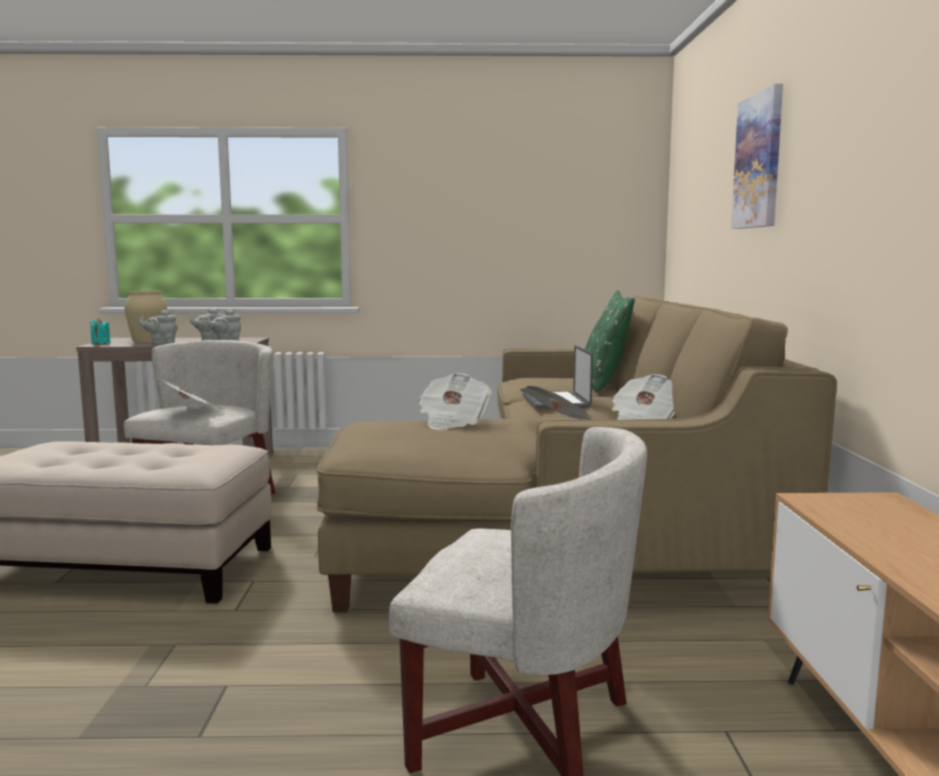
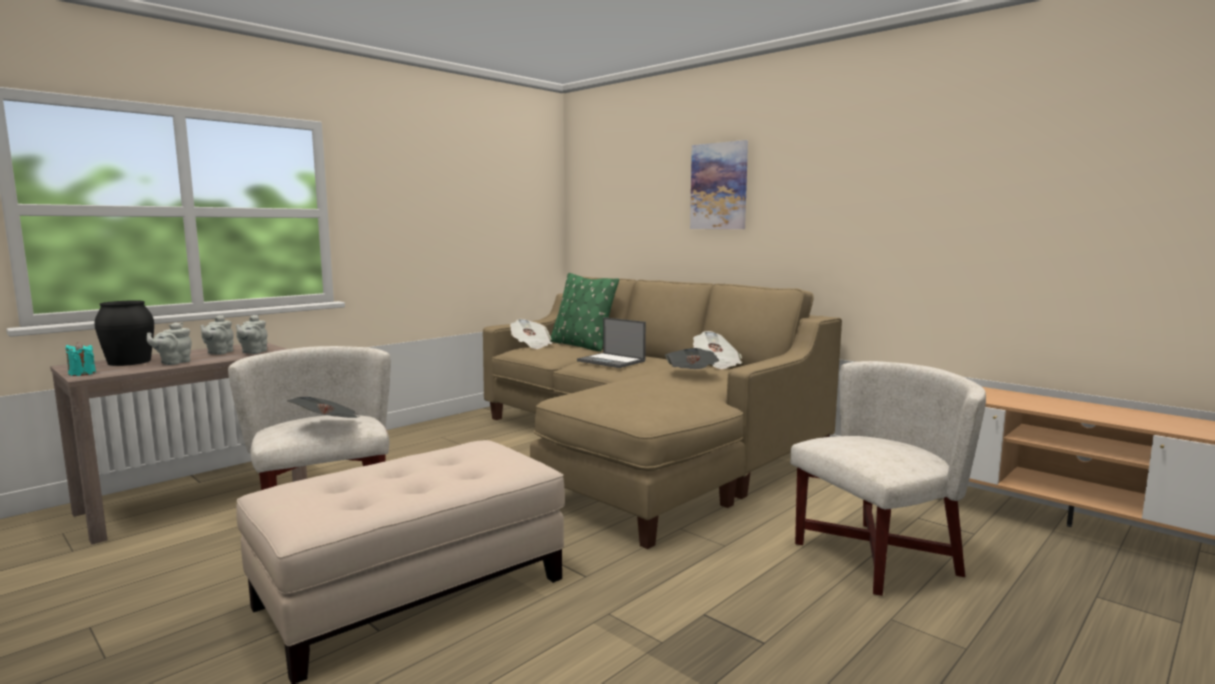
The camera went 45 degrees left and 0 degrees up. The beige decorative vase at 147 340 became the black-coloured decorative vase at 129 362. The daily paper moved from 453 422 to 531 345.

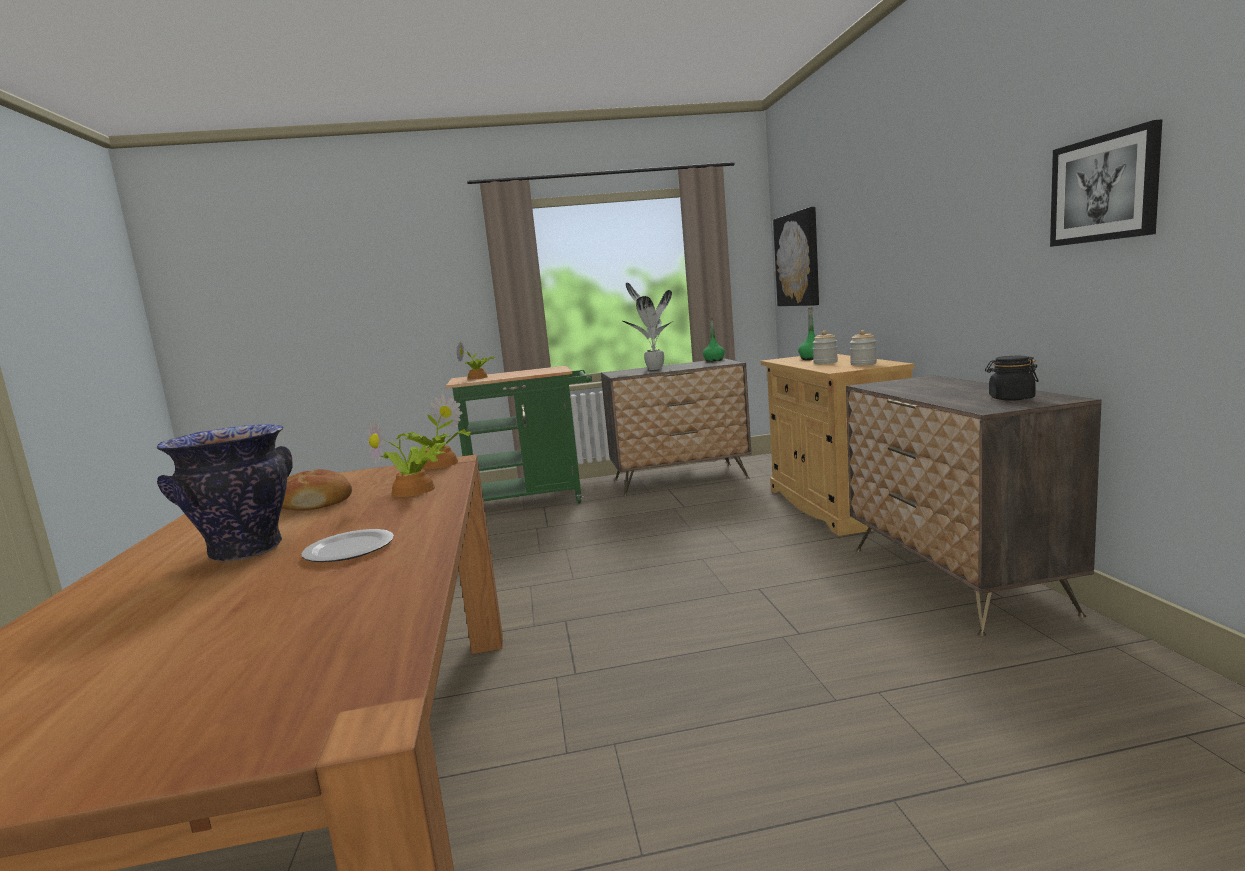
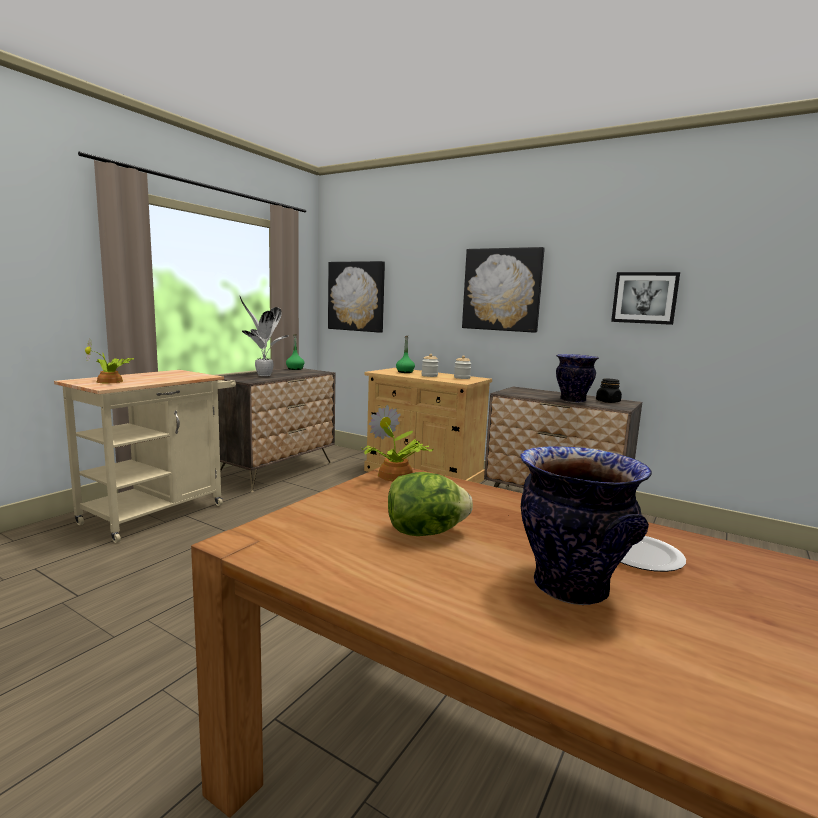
The camera went 50 degrees left and 0 degrees up. The green-coloured wheeled cart at 534 500 became the beige wheeled cart at 161 511. The plant in a pot at 416 490 disappeared. The bread at 314 503 was replaced by the lettuce at 425 532. The wall art at 502 290 appeared. The decorative vase at 572 401 appeared.

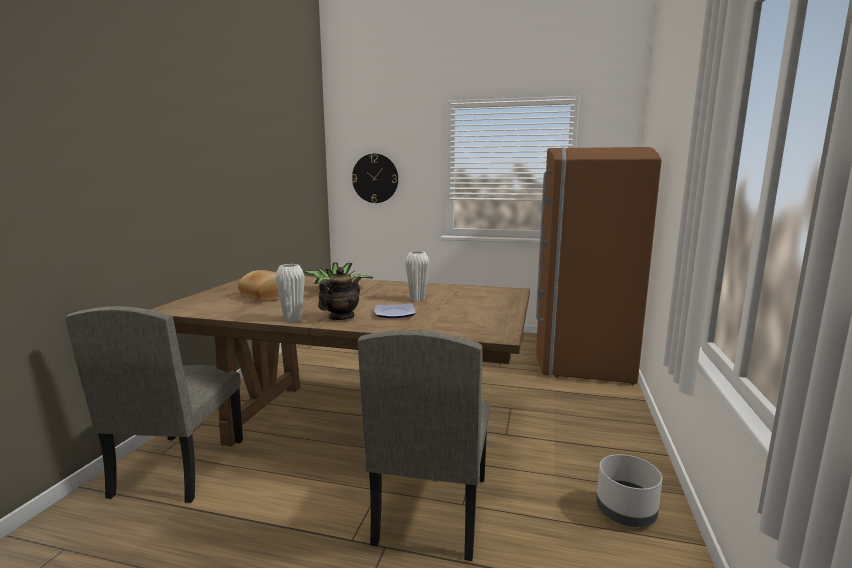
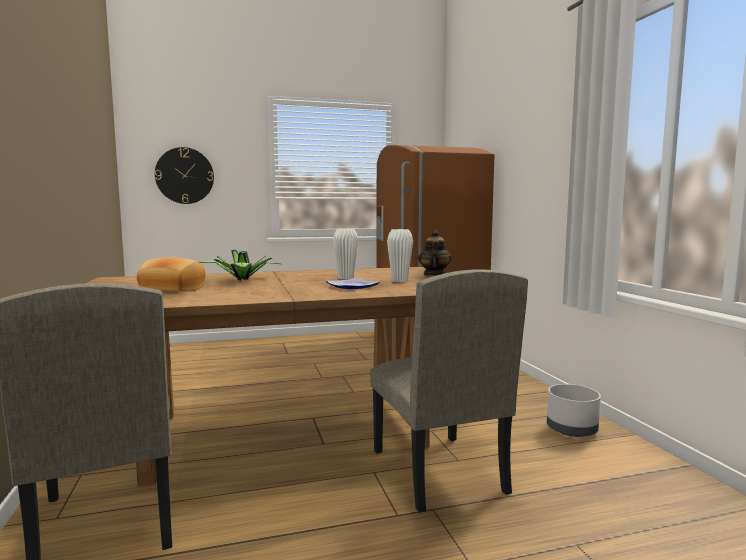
The camera went 30 degrees left and 5 degrees down. The whitish decorative vase moved from 292 319 to 399 281. The teapot moved from 341 317 to 434 274.

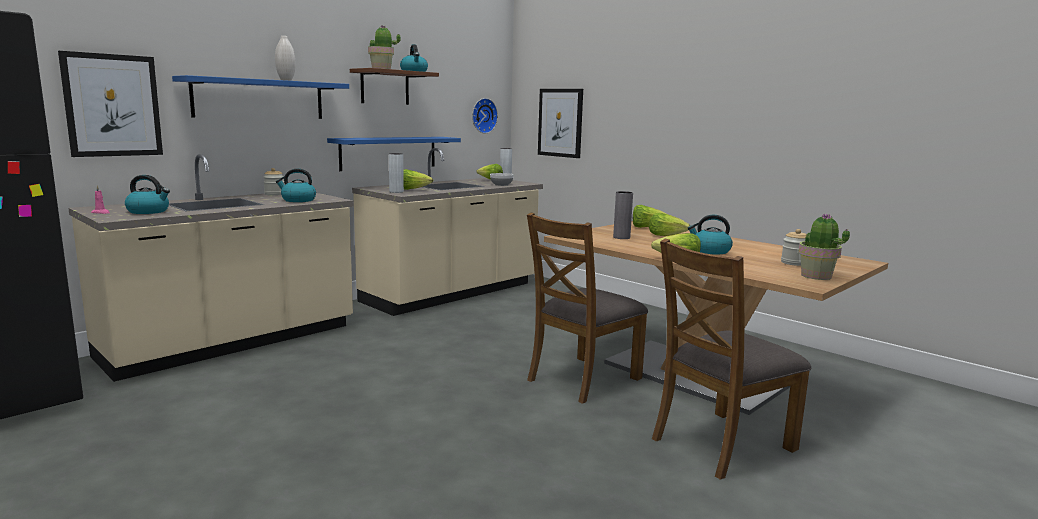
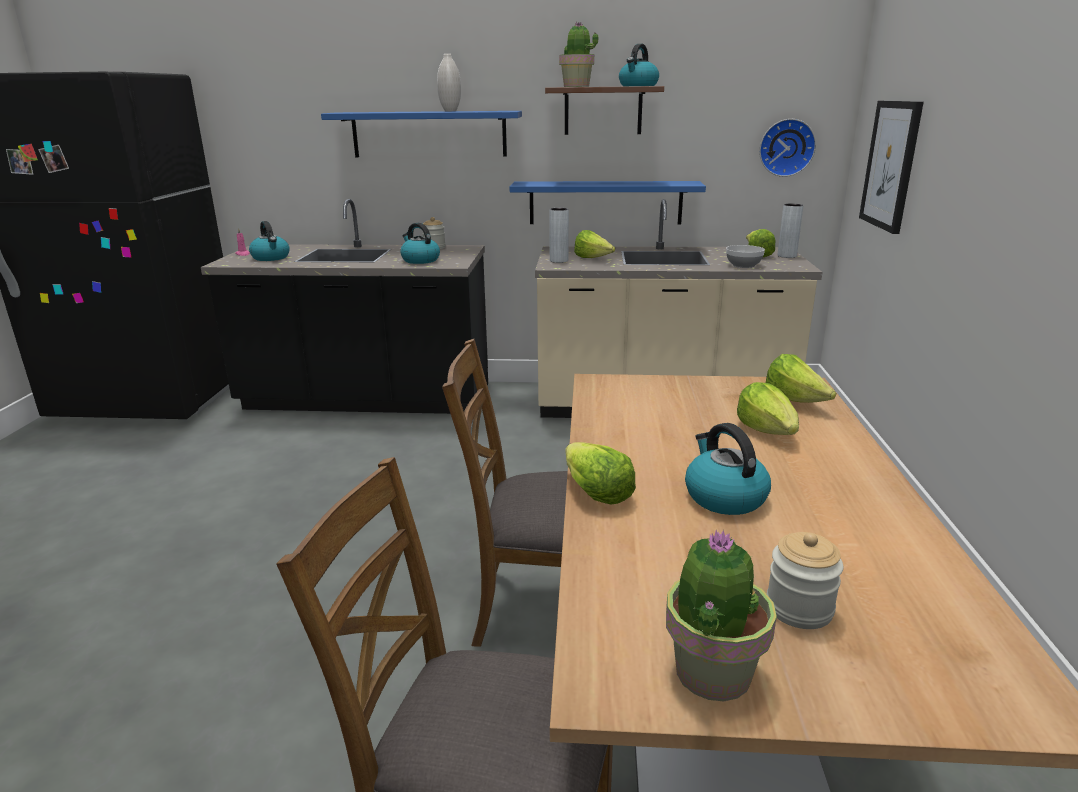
The camera went 50 degrees right and 10 degrees up. The wall art at 112 105 disappeared. The beige counter at 232 342 became the black-coloured counter at 367 399. The grey decorative vase at 621 237 disappeared.

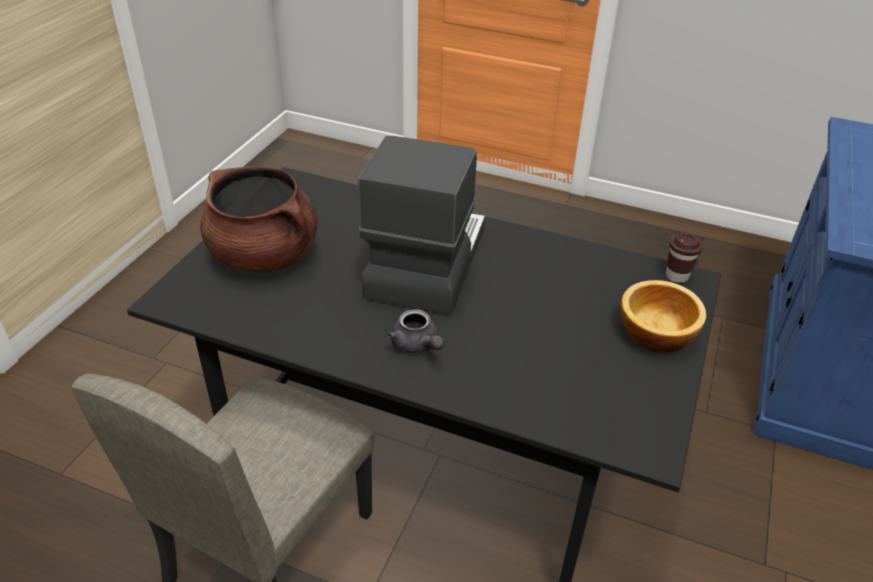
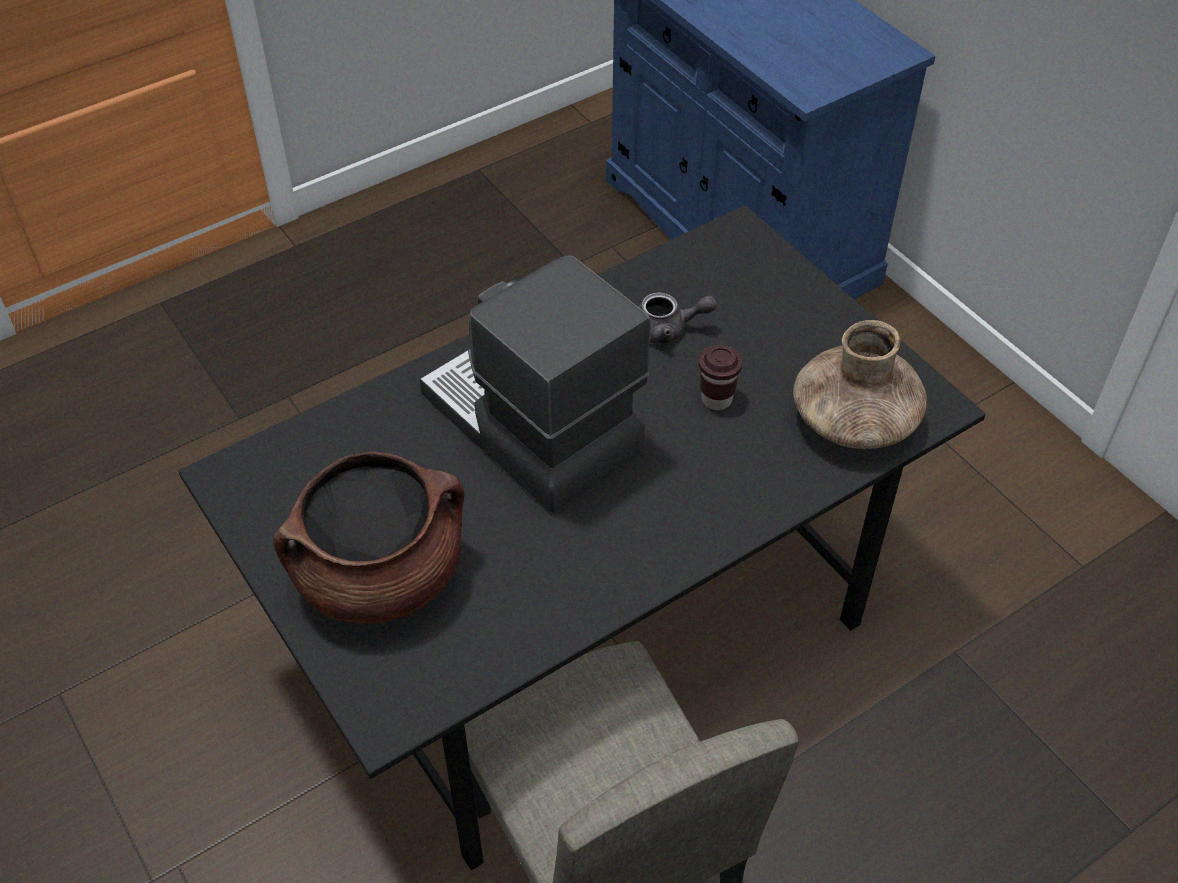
The camera went 55 degrees left and 10 degrees up. The brown small cup moved from 676 276 to 716 399. The bowl at 655 332 disappeared. The grey teapot moved from 417 345 to 668 330. The brown decorative vase at 854 420 appeared.

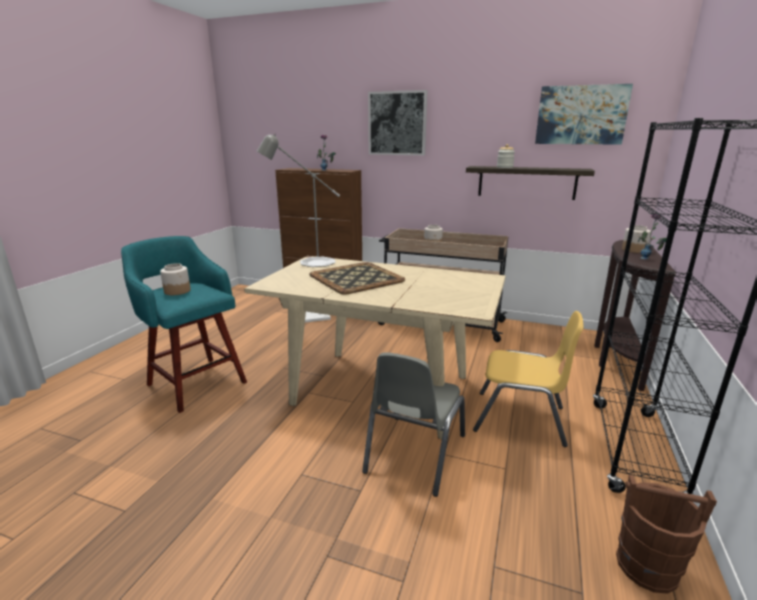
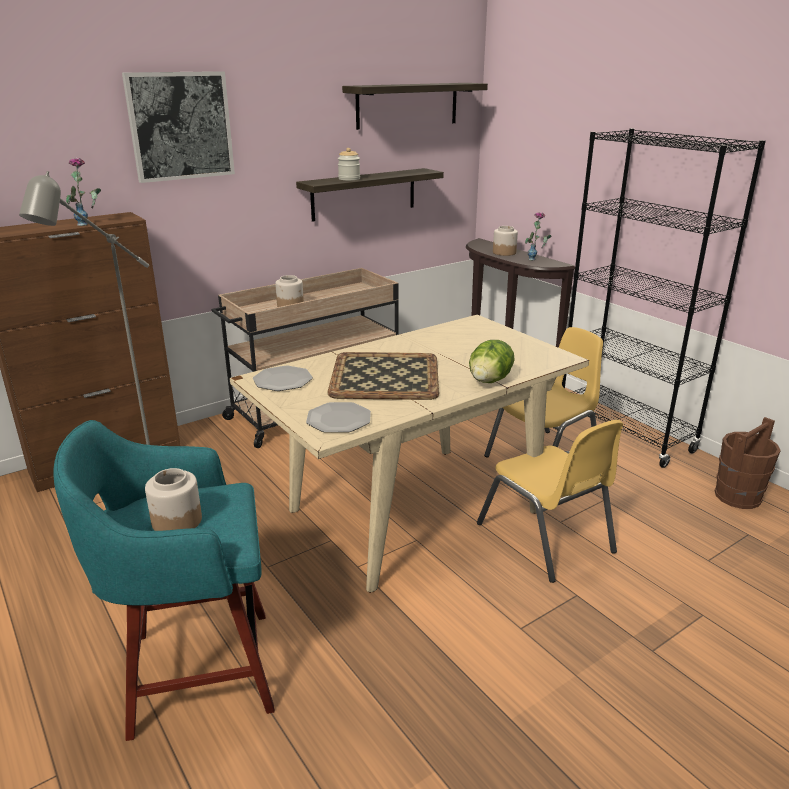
The camera went 55 degrees left and 5 degrees up. The wall art at 581 115 was replaced by the wall shelf at 407 105. The grey plain chair at 414 453 became the yellowish plain chair at 545 538. The lettuce at 489 381 appeared. The dinner plate at 338 419 appeared.

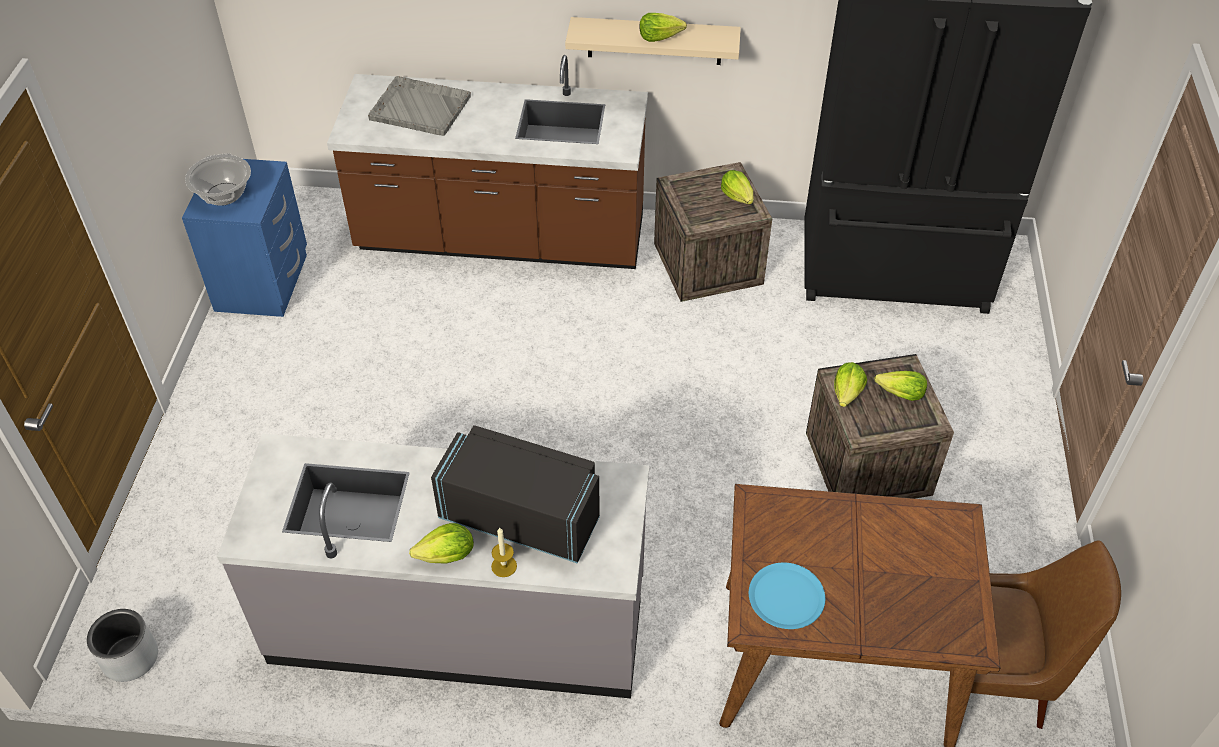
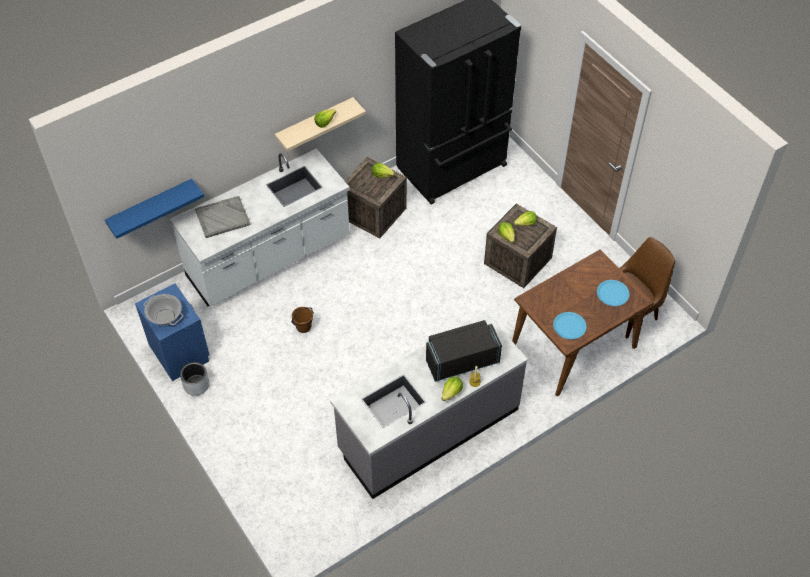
The camera went 40 degrees left and 5 degrees up. The brown counter at 501 238 became the whitish counter at 269 258. The grey flower pot moved from 130 657 to 196 385. The bluish wall shelf at 151 207 appeared. The bluish dinner plate at 612 293 appeared. The brown pail at 304 327 appeared.

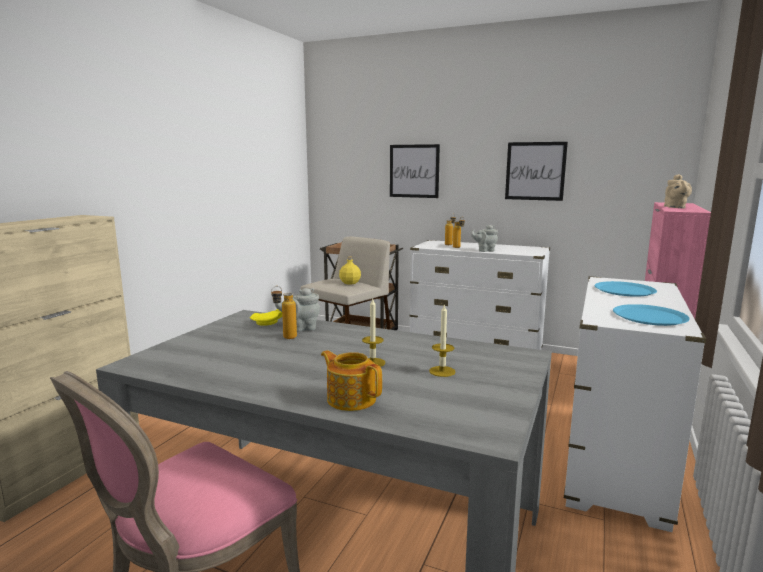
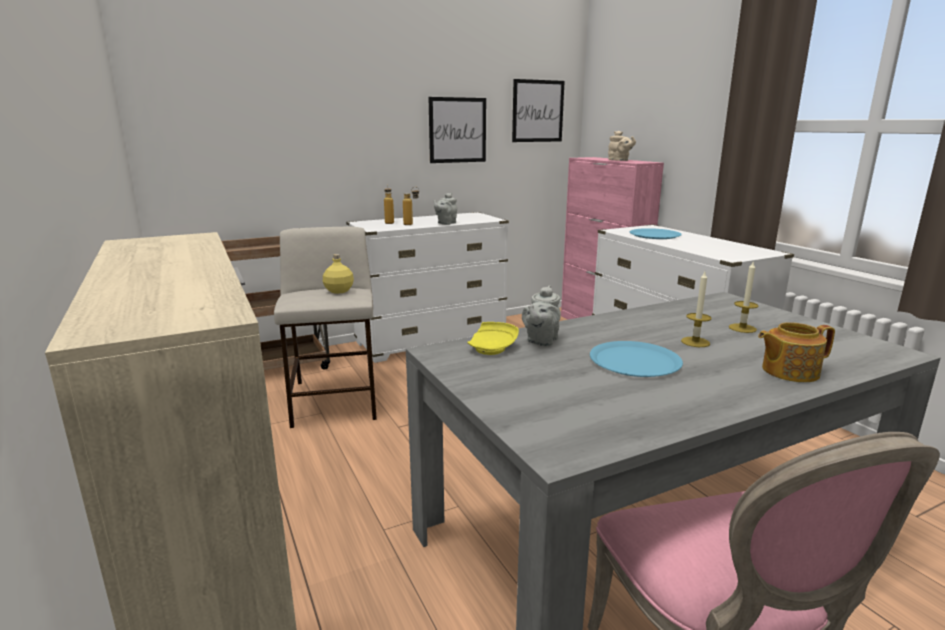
The camera went 50 degrees left and 5 degrees up. The wall art moved from 414 171 to 537 111. The beverage bottle at 285 338 disappeared. The bluish dinner plate moved from 649 316 to 634 361.

